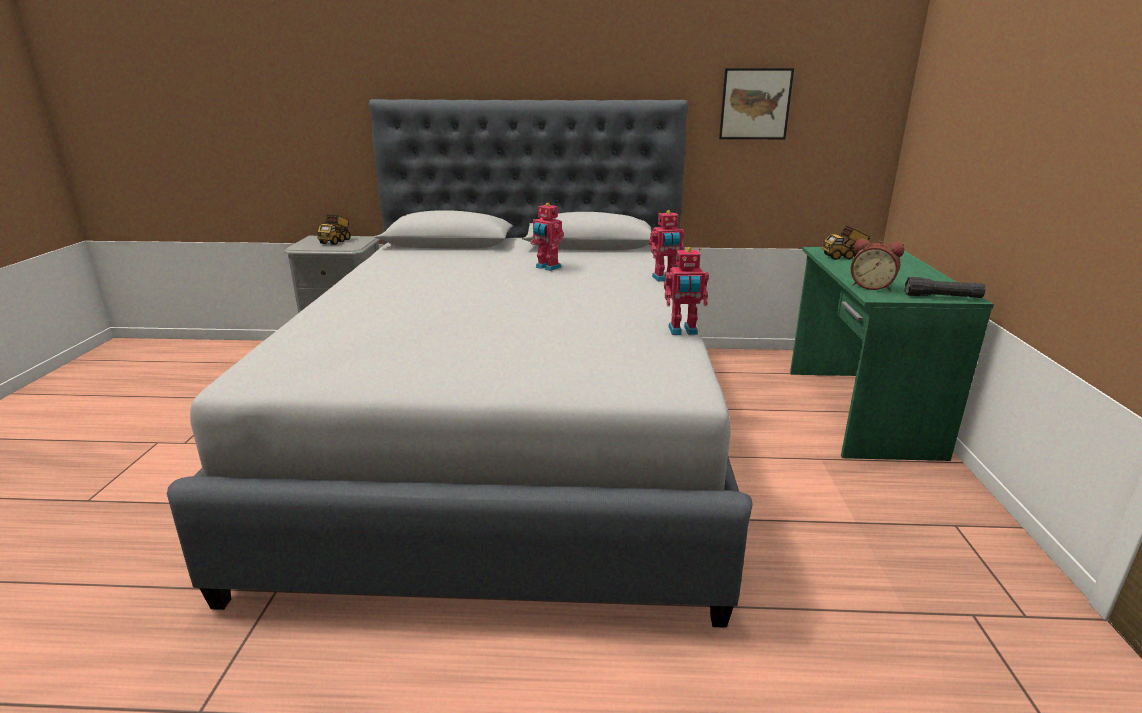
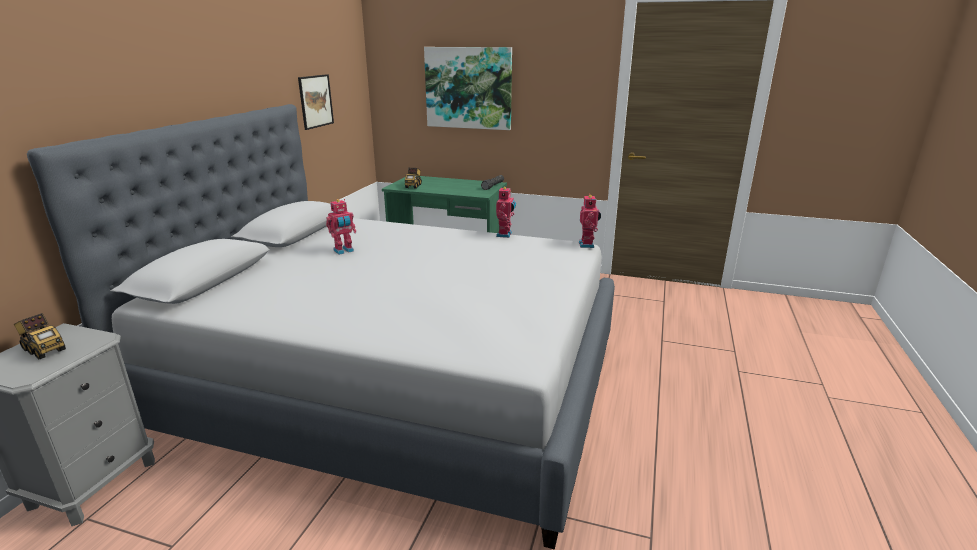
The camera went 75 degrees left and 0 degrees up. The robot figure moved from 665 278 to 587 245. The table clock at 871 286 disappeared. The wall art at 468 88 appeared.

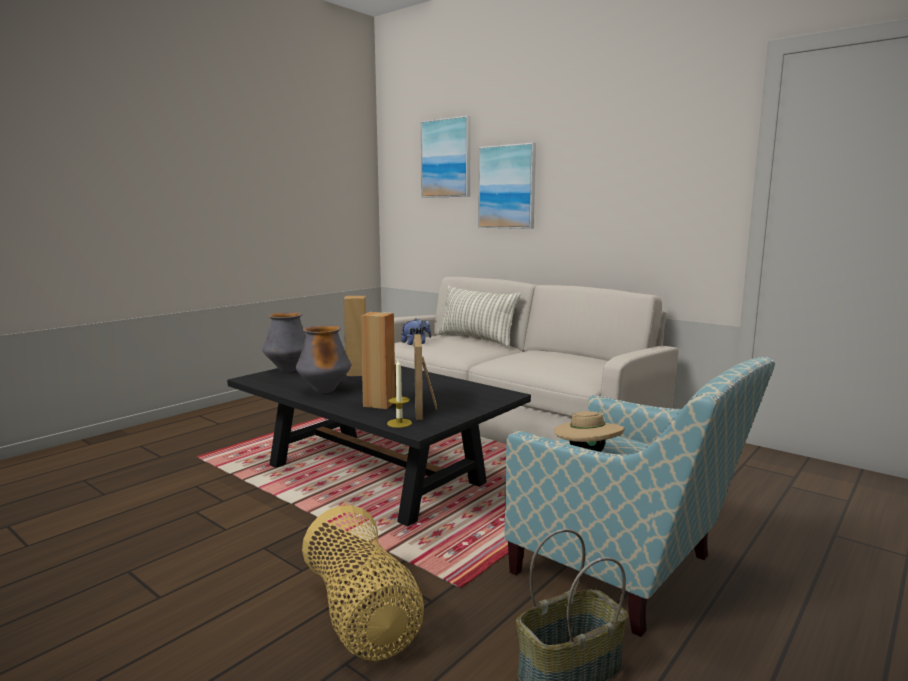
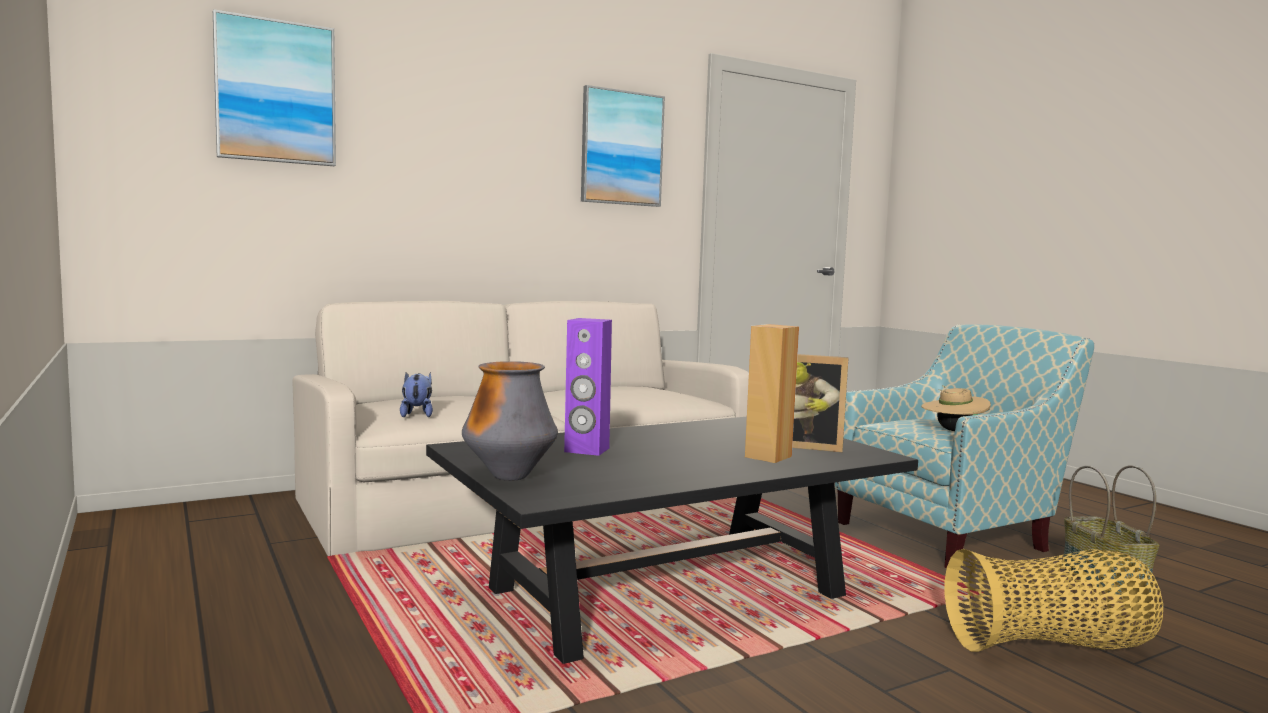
The camera went 70 degrees left and 5 degrees down. The wall art moved from 507 187 to 621 148. The cushion at 476 339 disappeared. The brown speaker at 356 373 became the purplish speaker at 586 450. The decorative vase at 325 390 disappeared. The wax light at 399 423 disappeared.

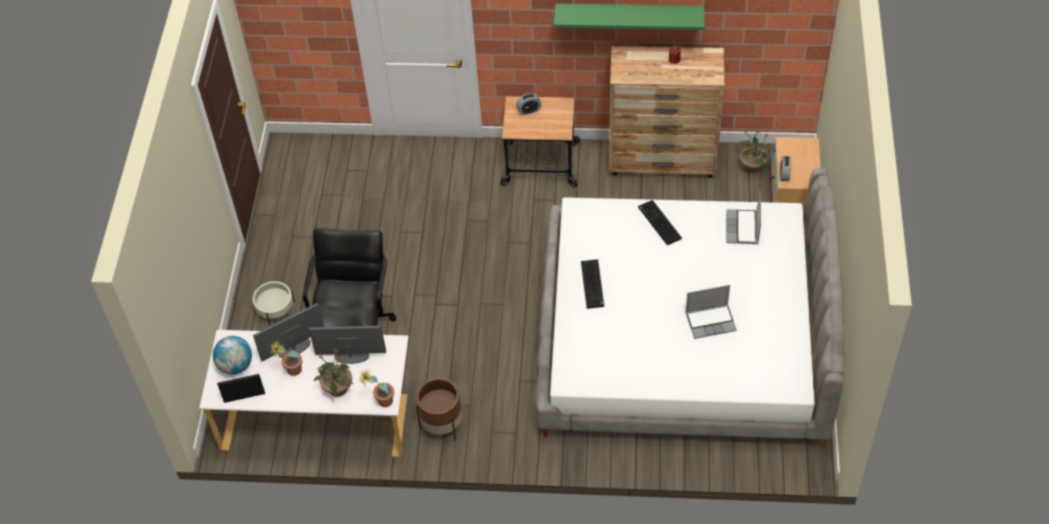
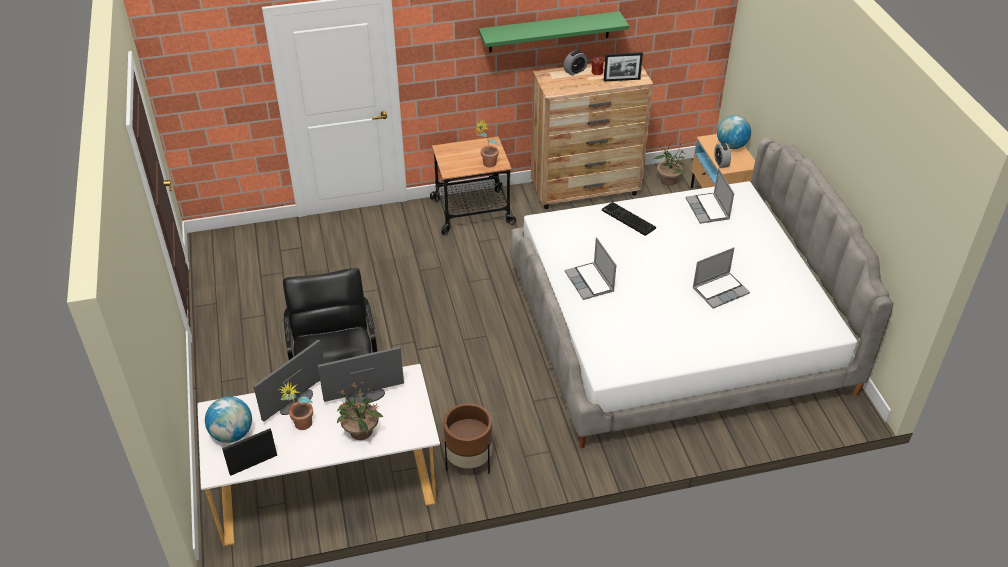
The camera went 20 degrees left and 10 degrees down. The table clock moved from 529 110 to 575 71. The computer keyboard at 593 285 was replaced by the notebook computer at 590 282. The beige flower pot at 275 308 disappeared. The plant in a pot moved from 381 403 to 487 165. The standing frame at 621 80 appeared. The globe at 731 146 appeared.

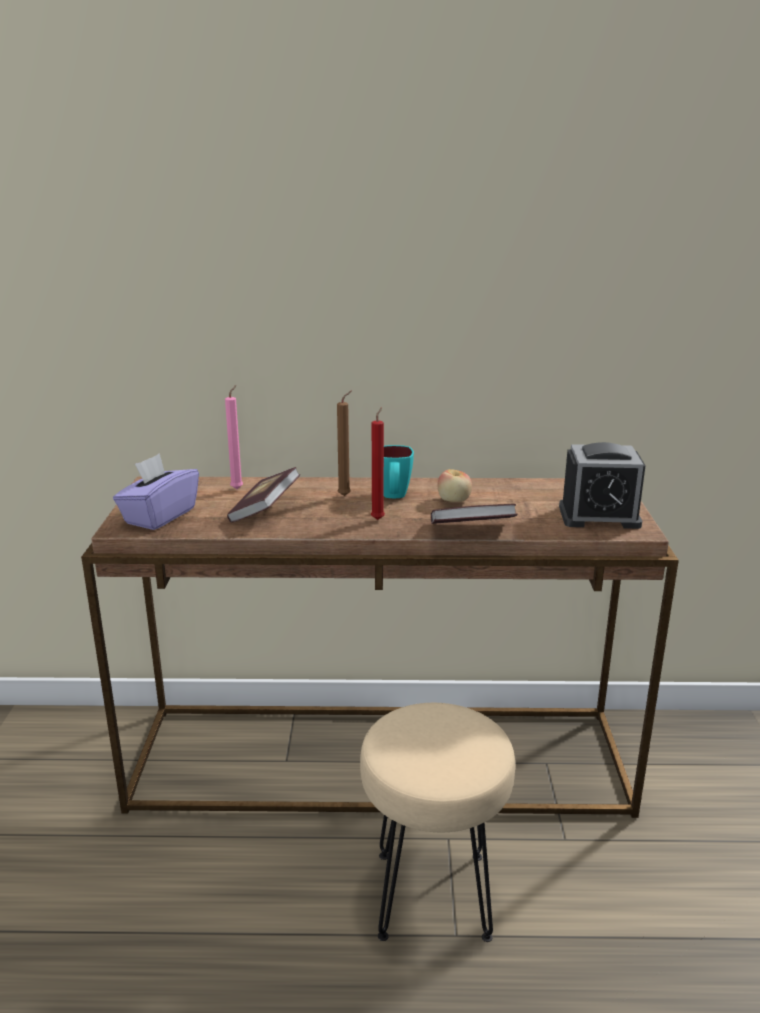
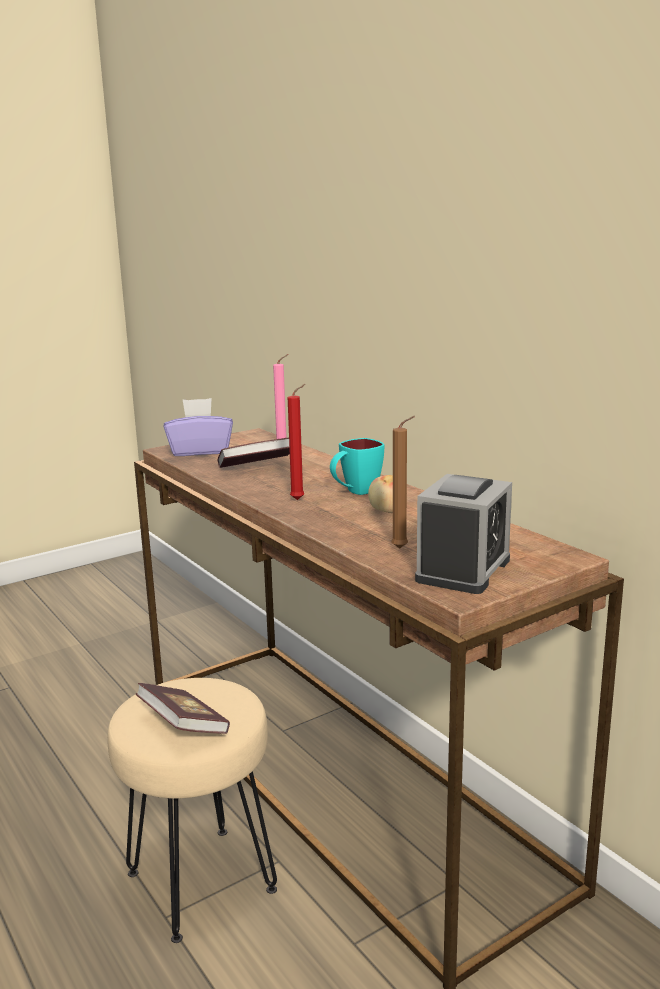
The camera went 55 degrees right and 5 degrees down. The brown wax light moved from 346 495 to 402 548. The table clock at 599 516 turned 120 degrees counterclockwise. The bound book moved from 472 531 to 183 726.

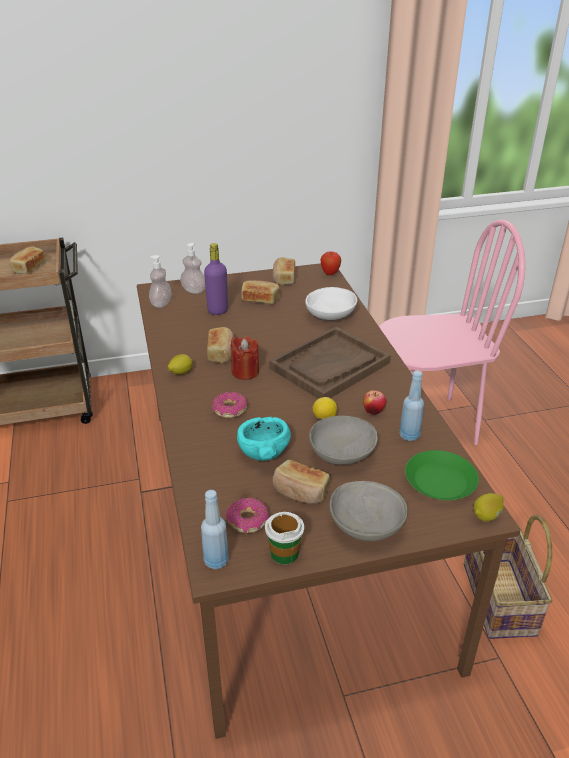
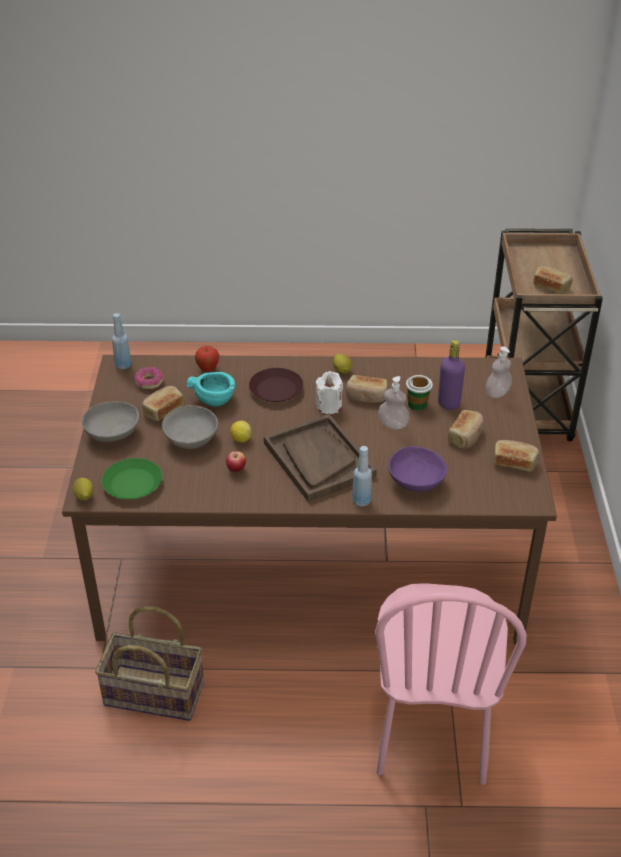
The camera went 105 degrees right and 5 degrees up. The apple moved from 330 273 to 208 369. The liquid soap bottle moved from 161 303 to 393 424. The whitish bowl at 331 315 became the purplish bowl at 415 481. The red-coloured wax light at 245 372 became the whitish wax light at 329 406. The bluish beverage bottle moved from 409 435 to 361 501. The donut at 229 410 was replaced by the brown dinner plate at 276 390. The small cup moved from 284 553 to 417 404.

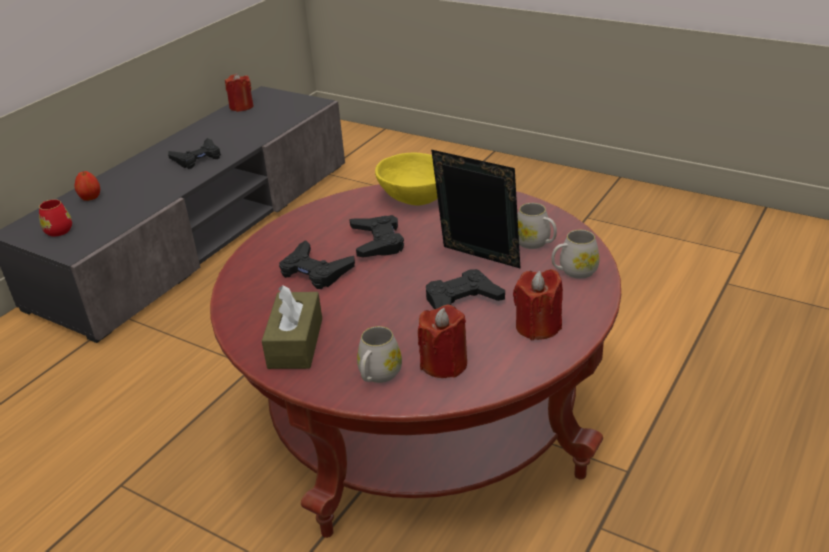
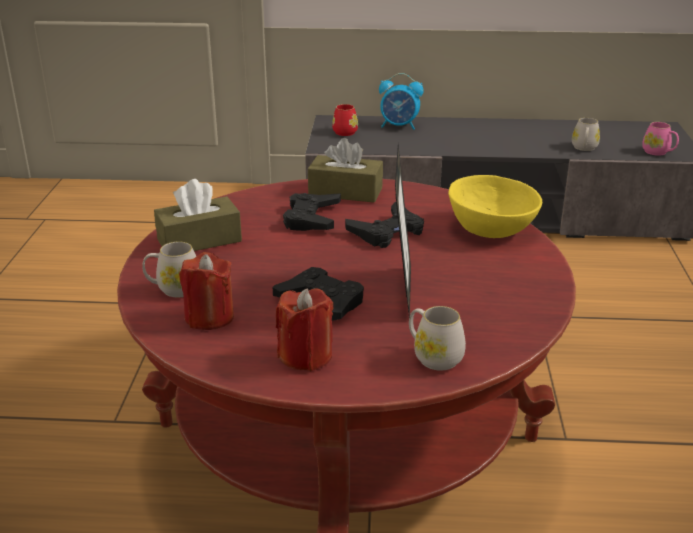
The camera went 60 degrees right and 5 degrees down. The red-coloured wax light at 241 107 disappeared. The black-coloured gamepad at 197 158 disappeared. The apple at 90 198 was replaced by the table clock at 399 126. The whitish mug moved from 535 243 to 584 148. The pinkish mug at 658 152 appeared. The brown tissue holder at 345 192 appeared.

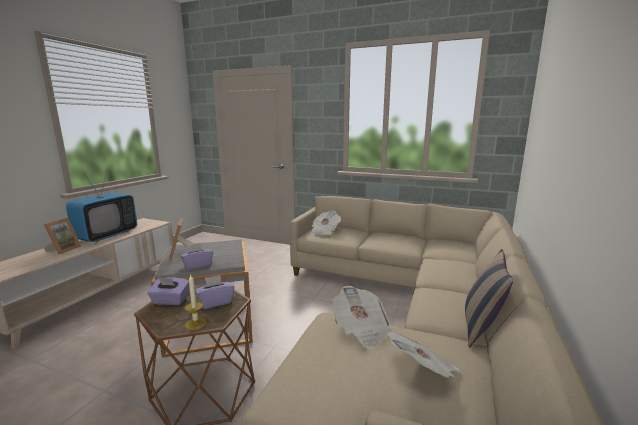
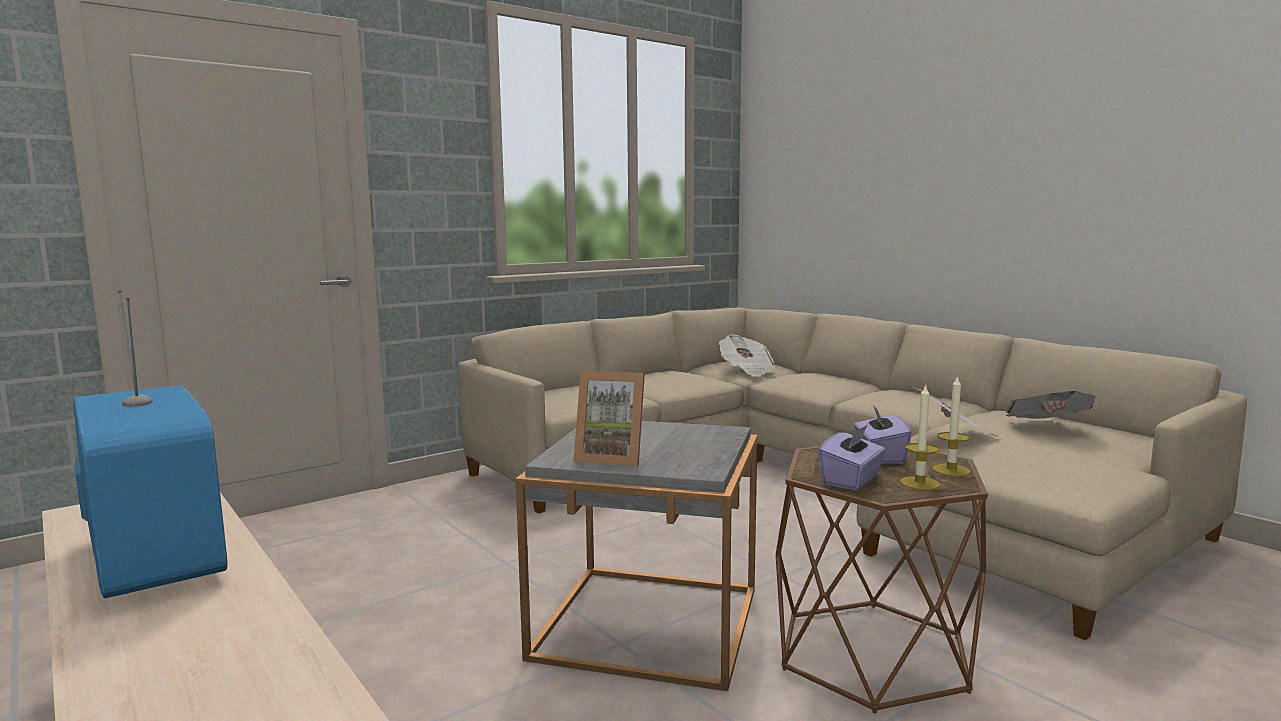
The camera went 60 degrees left and 5 degrees down. The daily paper moved from 324 231 to 746 371. The standing frame at 63 250 disappeared. The purplish tissue holder at 197 265 disappeared. The cushion at 481 327 disappeared. The wax light at 919 483 appeared.

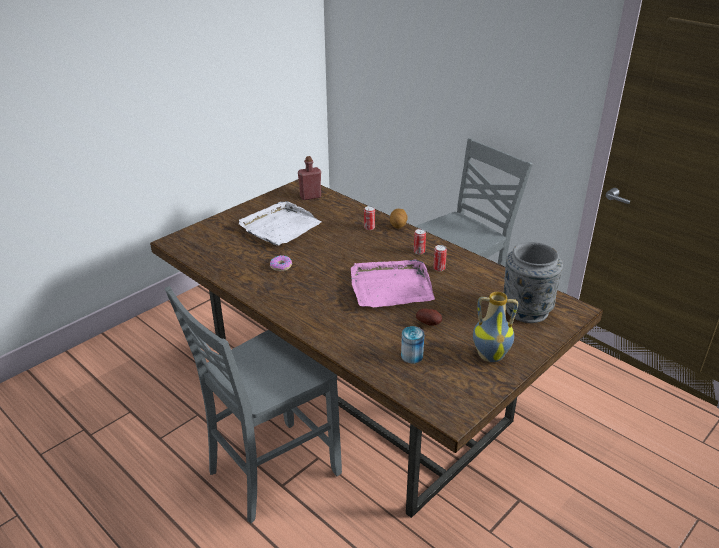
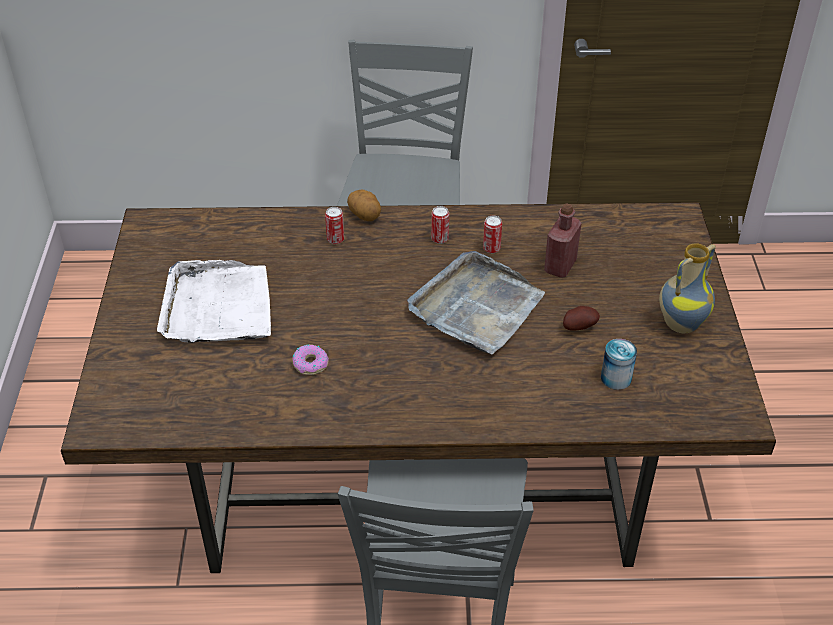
The camera went 45 degrees left and 10 degrees up. The red-coloured beverage bottle moved from 310 196 to 560 266. The grey decorative vase at 526 309 disappeared. The pinkish serving tray at 390 287 became the grey serving tray at 476 307.

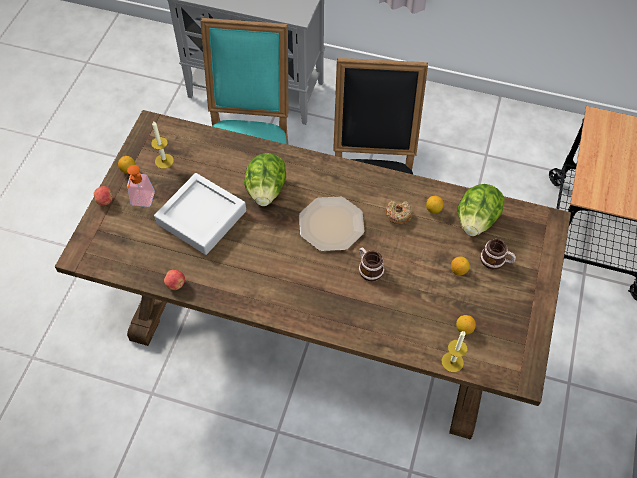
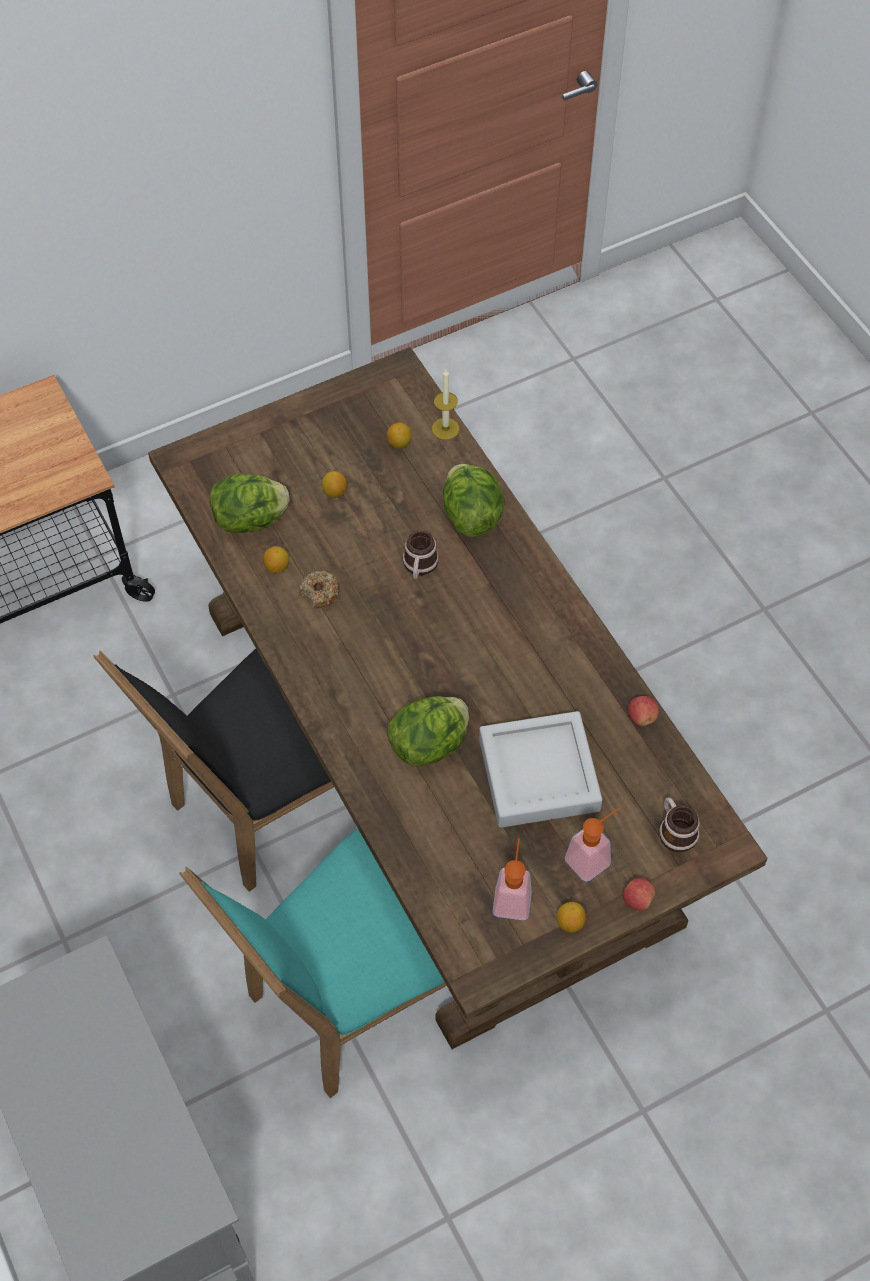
The camera went 135 degrees left and 0 degrees up. The wax light at 164 161 was replaced by the liquid soap bottle at 512 896. The dinner plate at 332 224 disappeared. The mug moved from 496 260 to 675 830. The lettuce at 470 515 appeared.

